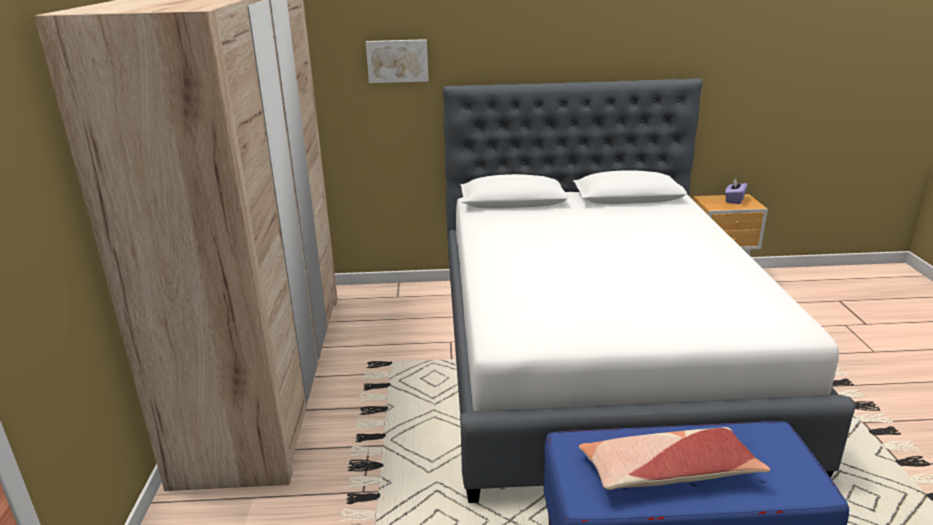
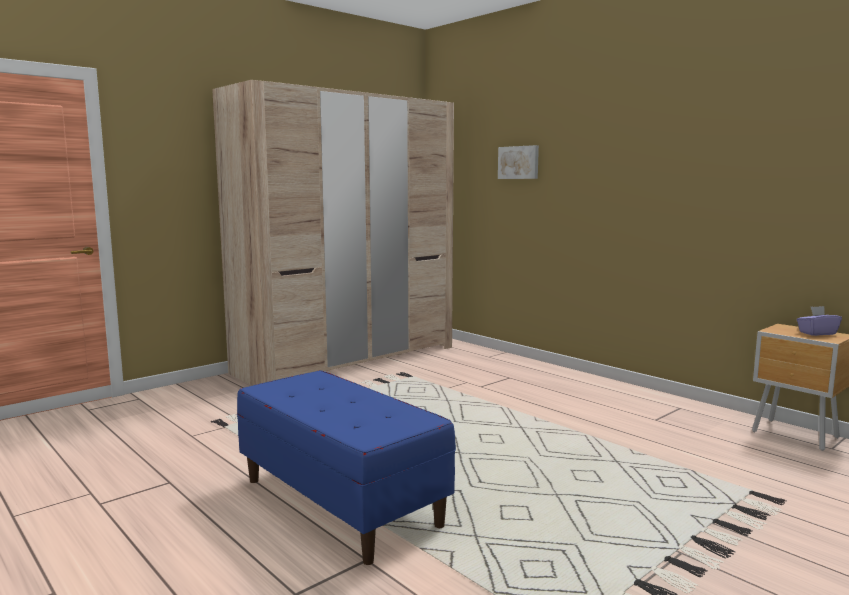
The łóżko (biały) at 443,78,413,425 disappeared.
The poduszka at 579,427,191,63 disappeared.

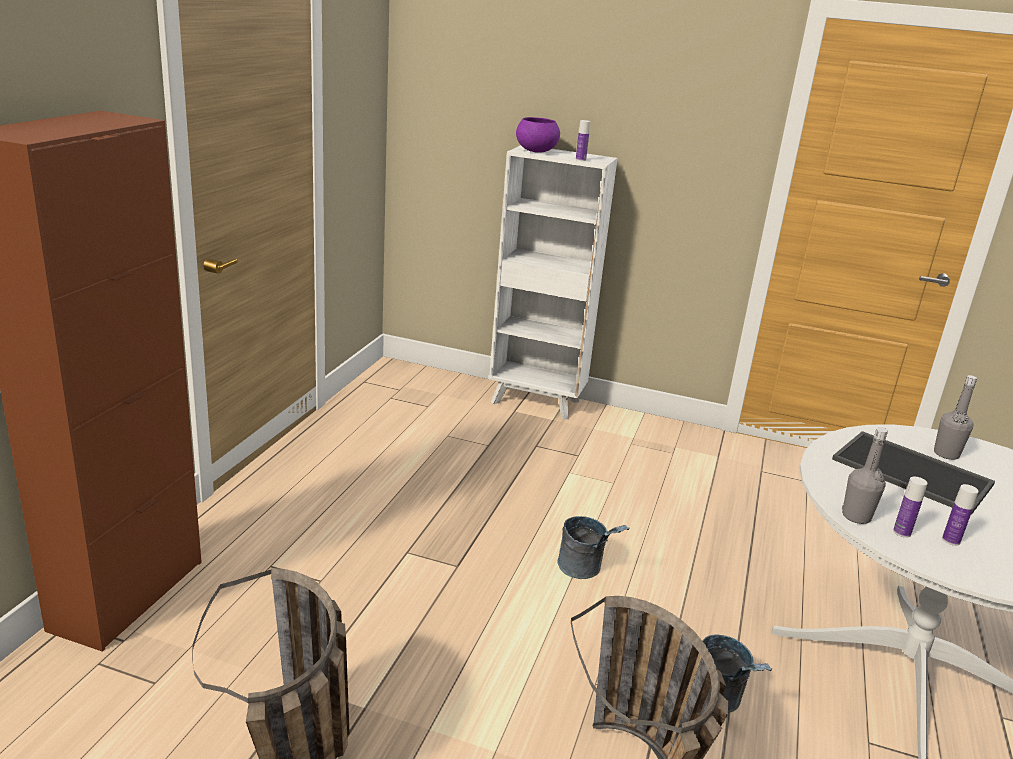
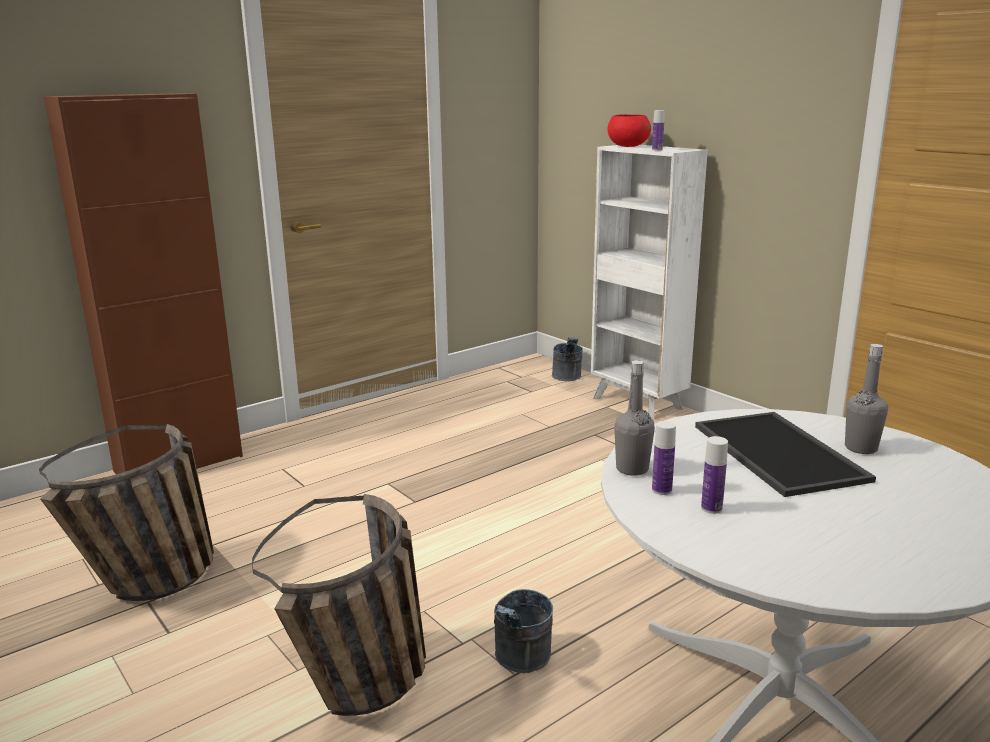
The miska (fioletowy) at 516,117,44,36 became the miska (czerwony) at 608,114,43,33.
The wiadro (szary) moved from 558,516,71,63 to 552,337,31,44.

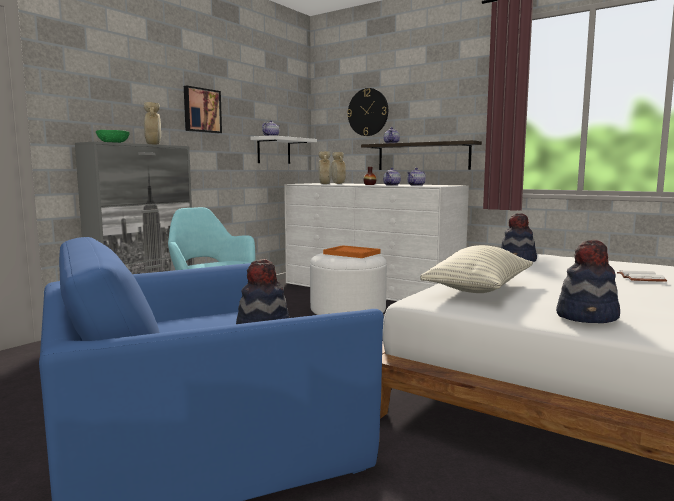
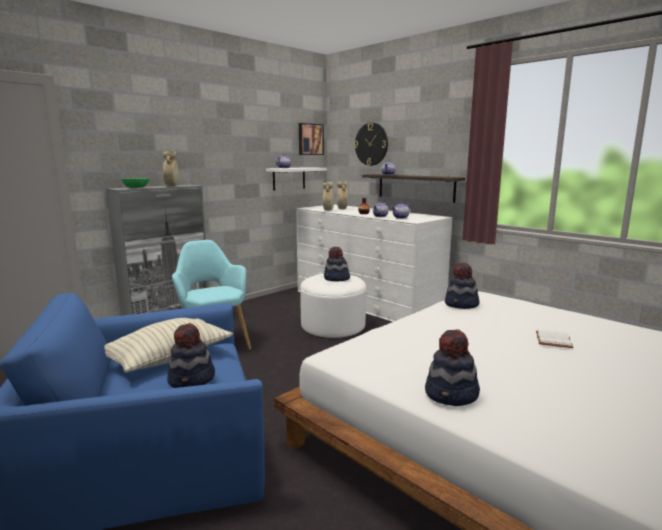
The obraz moved from 184,86,38,47 to 299,123,25,32.
The taca (pomarańczowy) at 323,245,58,13 was replaced by the kapelusz at 324,247,26,34.
The poduszka moved from 420,245,113,48 to 104,318,129,55.

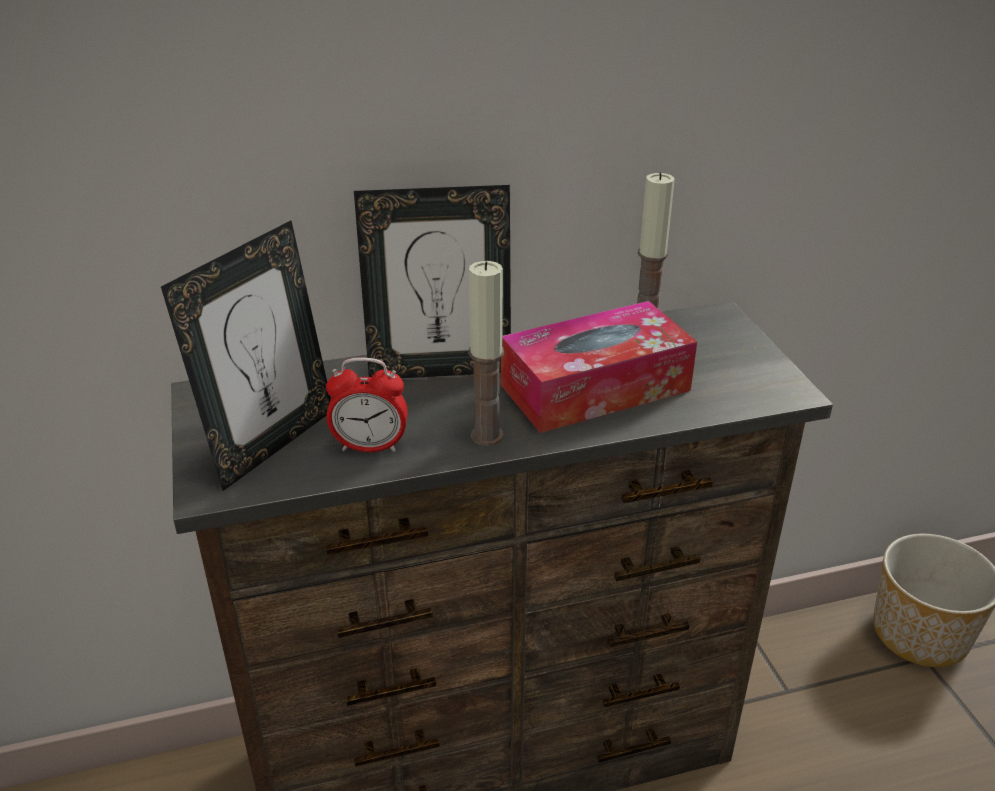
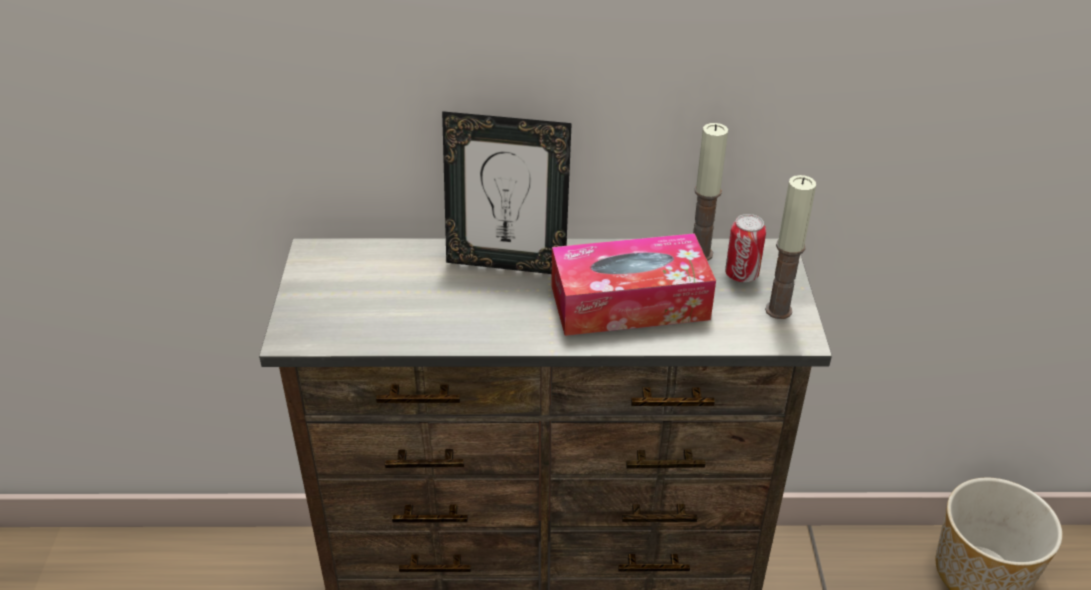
The ramka na zdjęcie at 161,220,170,271 disappeared.
The świeca moved from 469,261,35,185 to 765,175,51,144.
The budzik at 326,358,82,94 disappeared.
The puszka at 725,214,41,68 appeared.

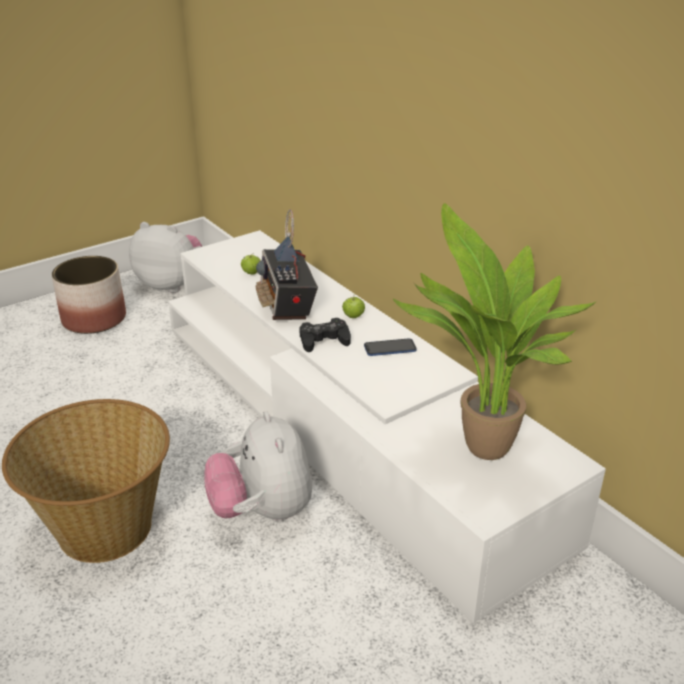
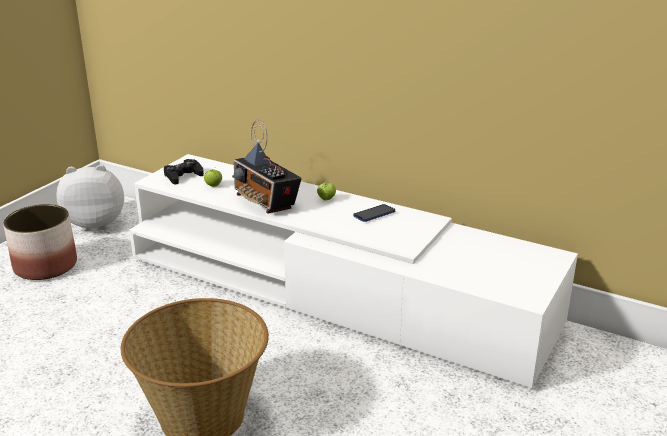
The roślina doniczkowa at 393,203,205,257 disappeared.
The pad do gier (czarny) moved from 299,318,52,34 to 164,159,40,26.
The pluszak at 204,411,108,110 disappeared.

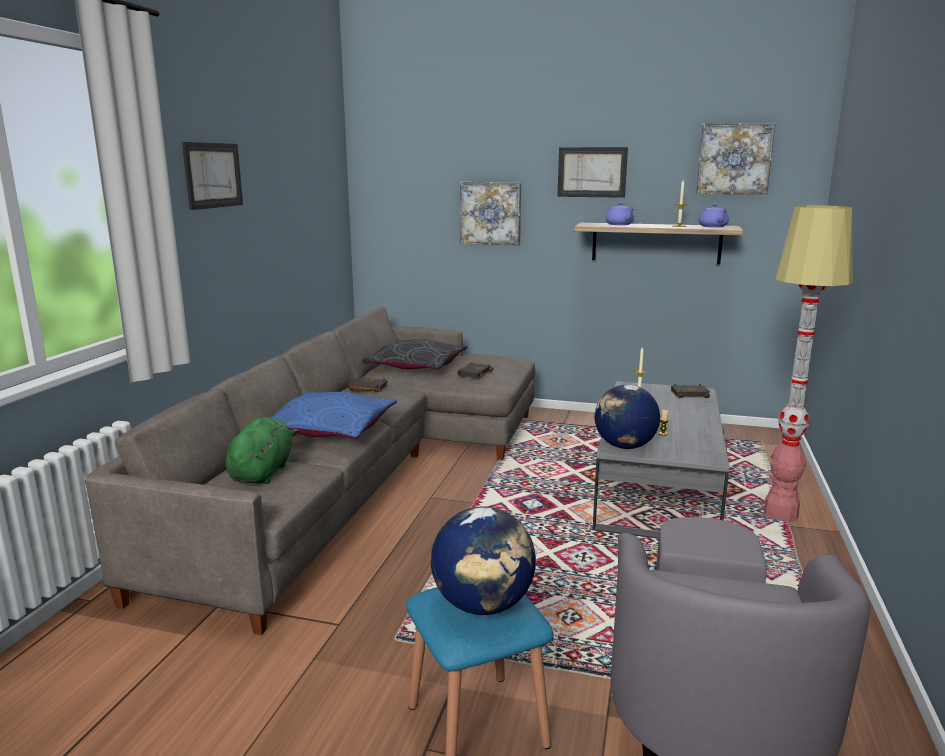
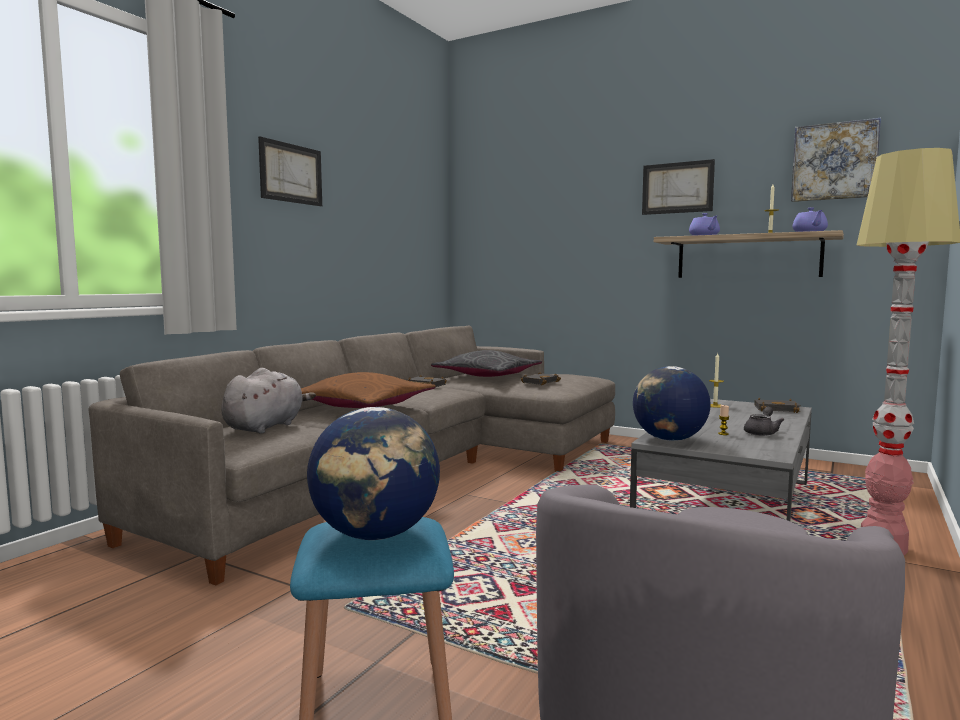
The obraz at 460,182,61,64 disappeared.
The poduszka (niebieski) at 270,392,127,47 became the poduszka (brązowy) at 301,372,135,36.
The pluszak (zielony) at 225,417,73,67 became the pluszak (szary) at 221,368,95,66.
The imbryk (szary) at 744,407,40,29 appeared.

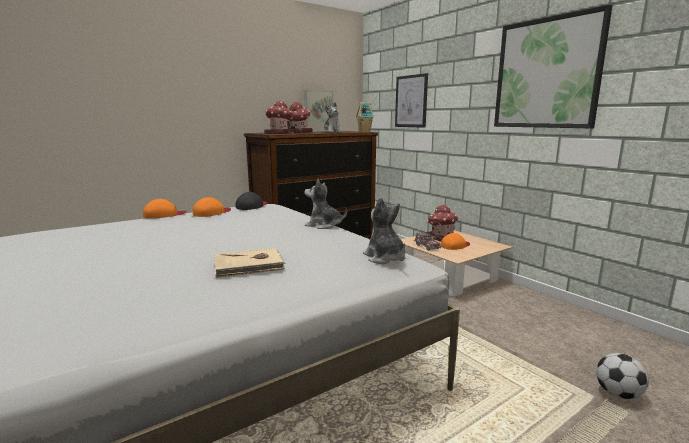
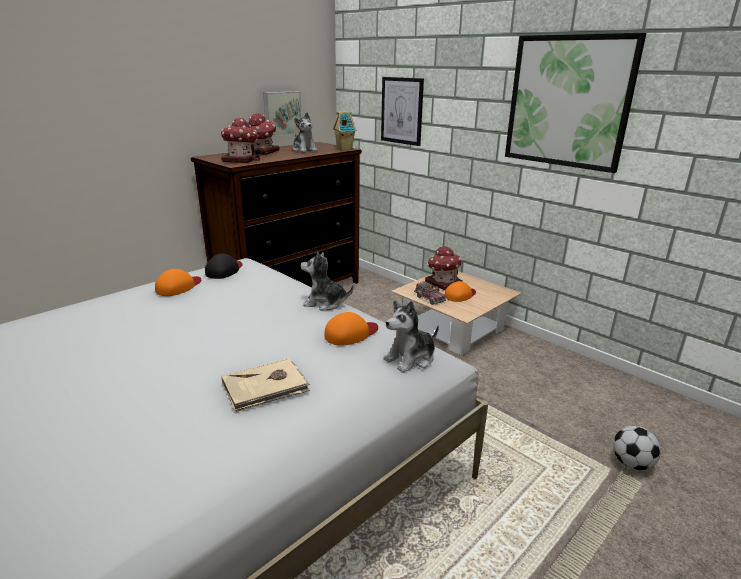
The pluszak at 363,197,43,67 turned 90 degrees counterclockwise.
The czapka z daszkiem (pomarańczowy) moved from 143,199,44,19 to 324,312,54,34.

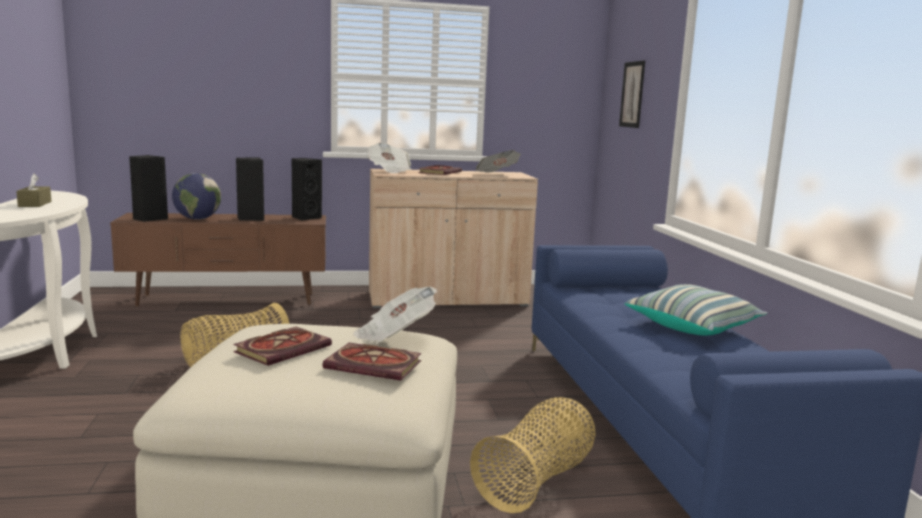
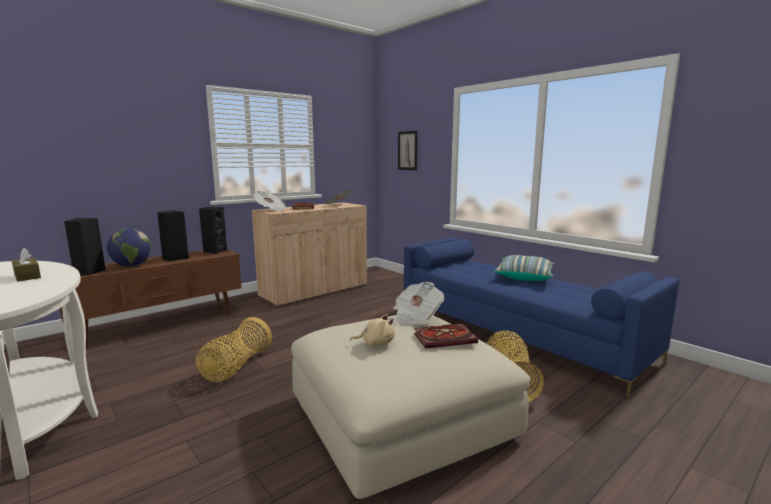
The książka at 233,327,99,39 was replaced by the pluszak (beżowy) at 350,314,45,32.

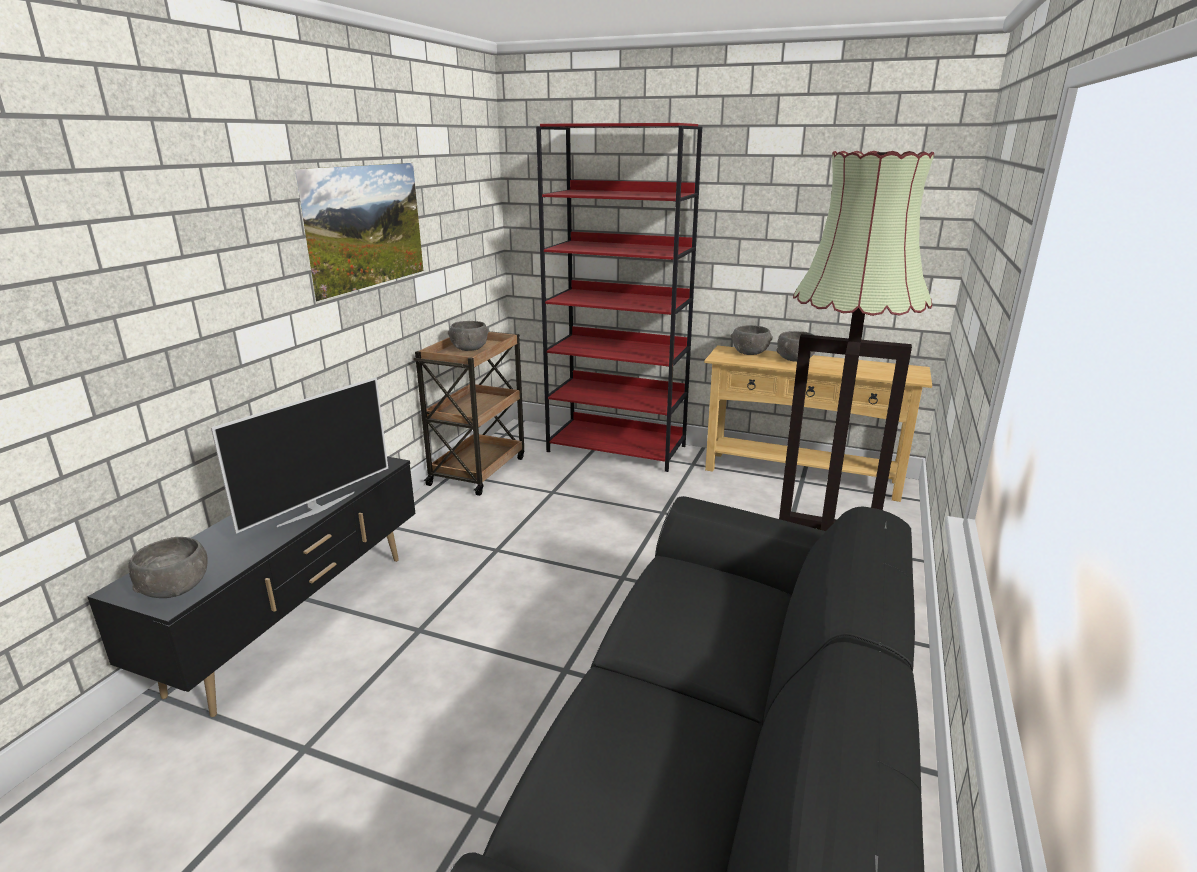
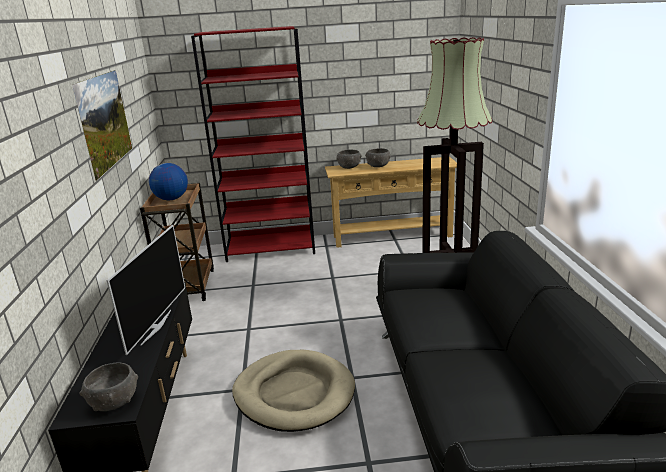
The miska (szary) at 448,321,41,30 was replaced by the globus at 149,163,39,37.
The legowisko (beżowy) at 232,350,123,82 appeared.

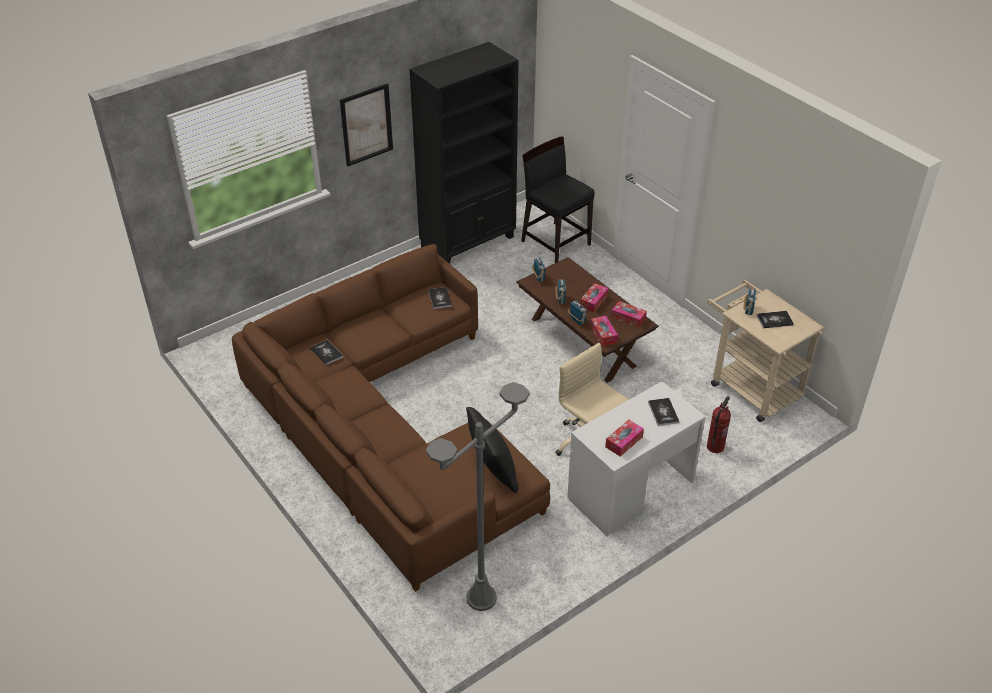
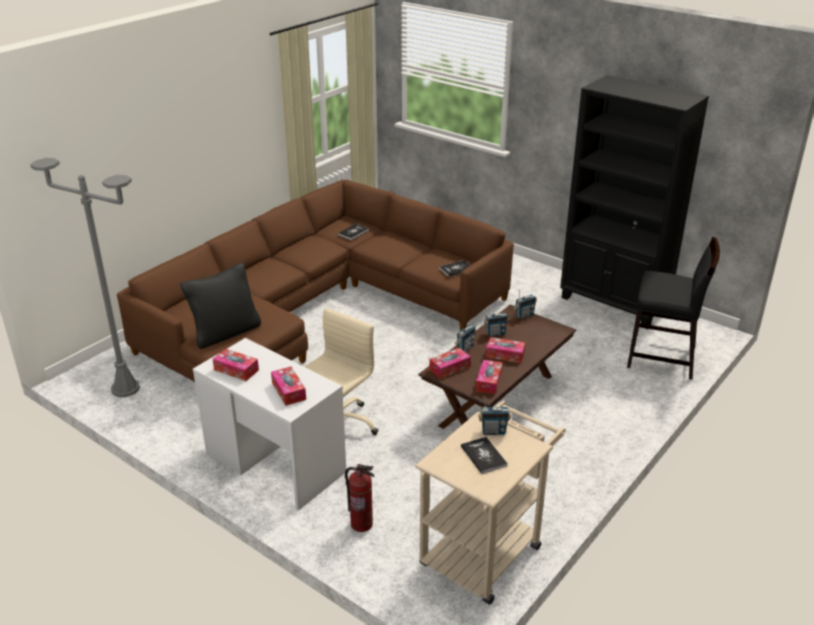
The obraz at 340,83,53,84 disappeared.
The krzesło (czarny) at 521,136,74,127 turned 75 degrees clockwise.
The książka at 648,398,31,28 was replaced by the pudełko chusteczek at 271,367,35,39.

